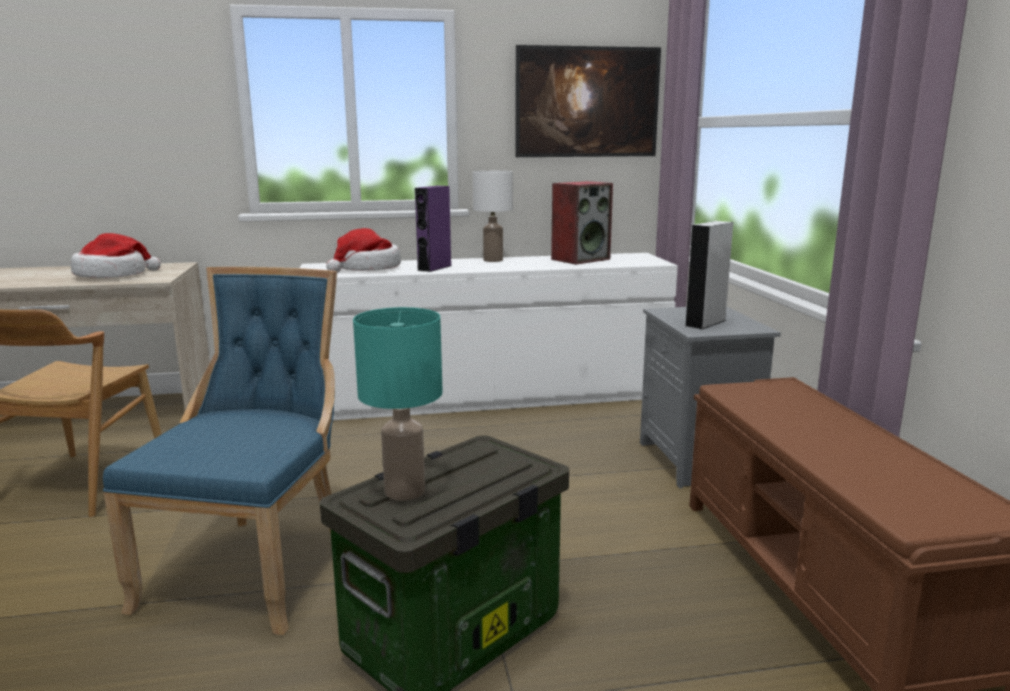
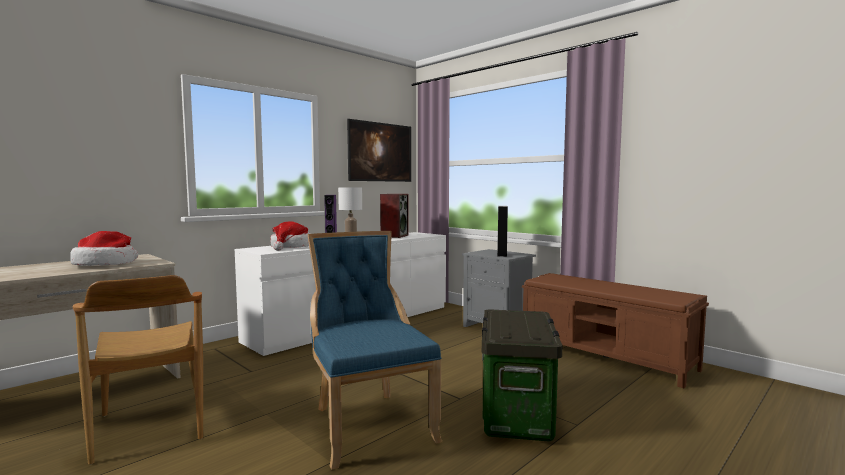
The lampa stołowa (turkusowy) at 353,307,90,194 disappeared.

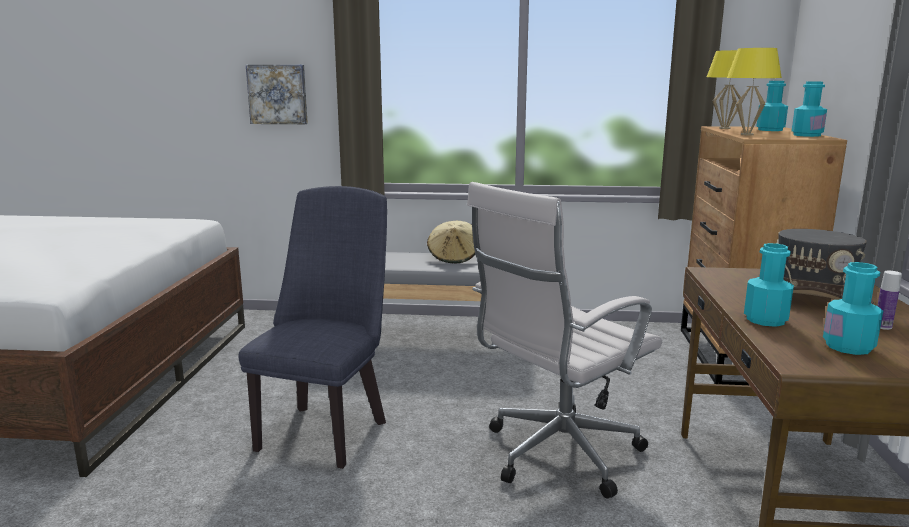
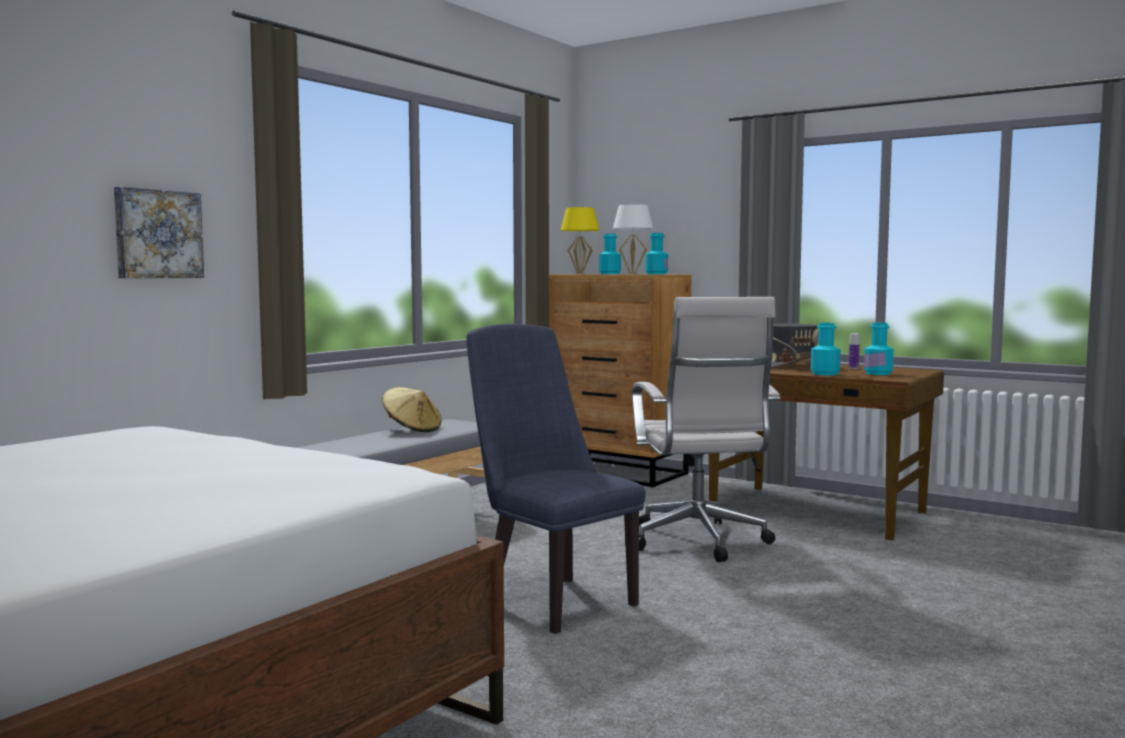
The lampa stołowa (żółty) at 727,48,55,87 became the lampa stołowa (biały) at 613,204,40,70.

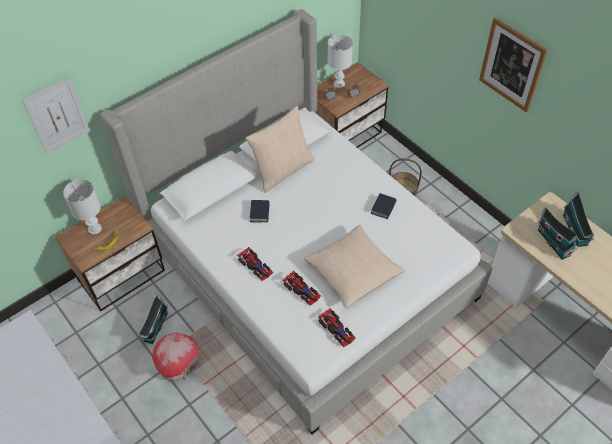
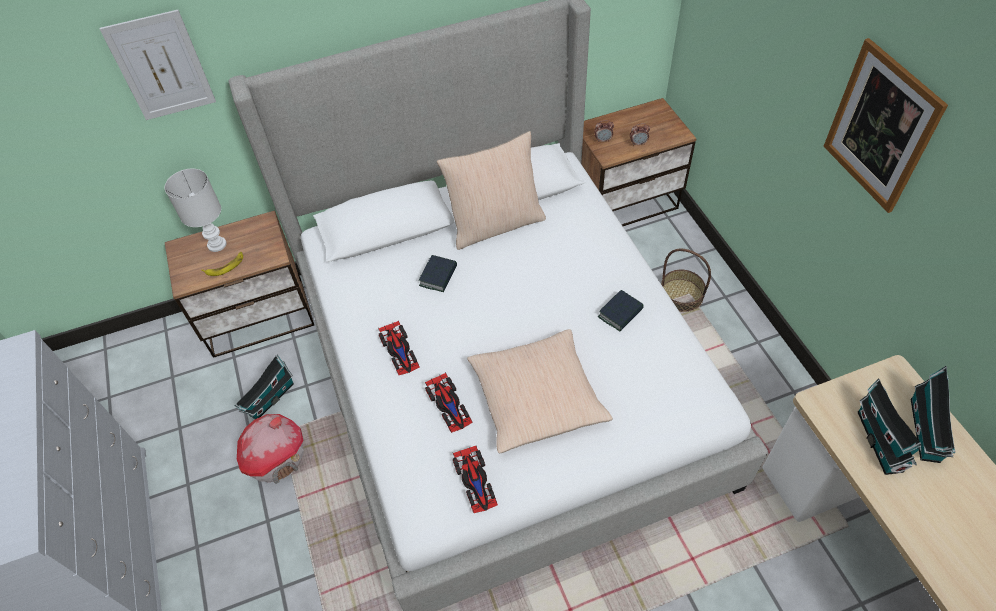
The lampa stołowa (biały) at 328,35,25,53 disappeared.

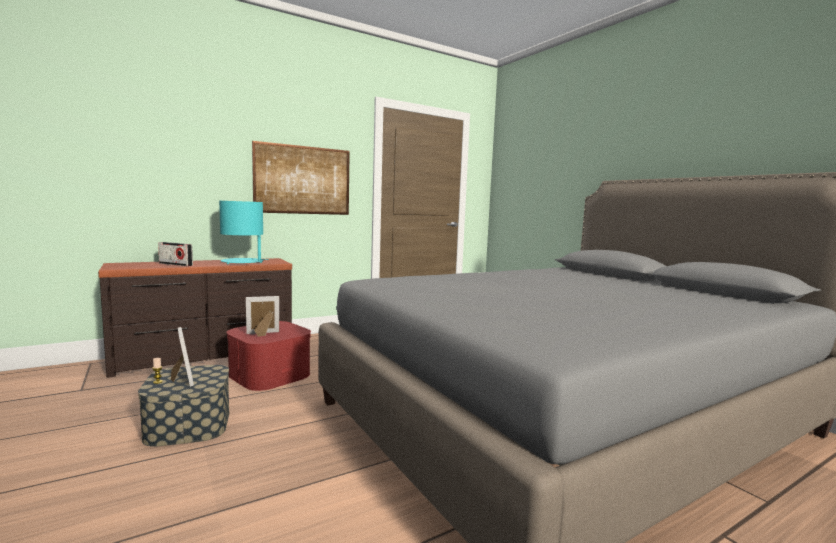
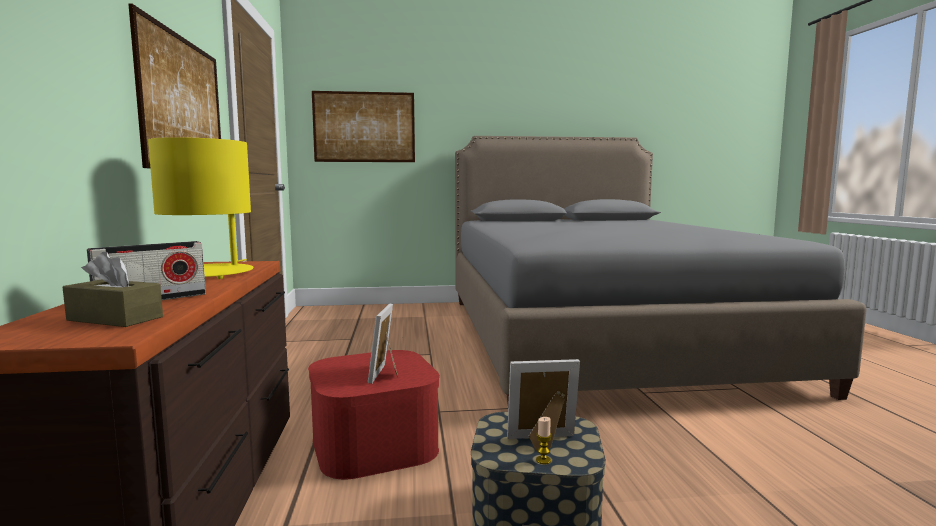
The lampa stołowa (turkusowy) at 219,201,49,63 became the lampa stołowa (żółty) at 148,137,106,142.
The obraz at 312,91,103,71 appeared.
The pudełko chusteczek (brązowy) at 63,251,100,76 appeared.

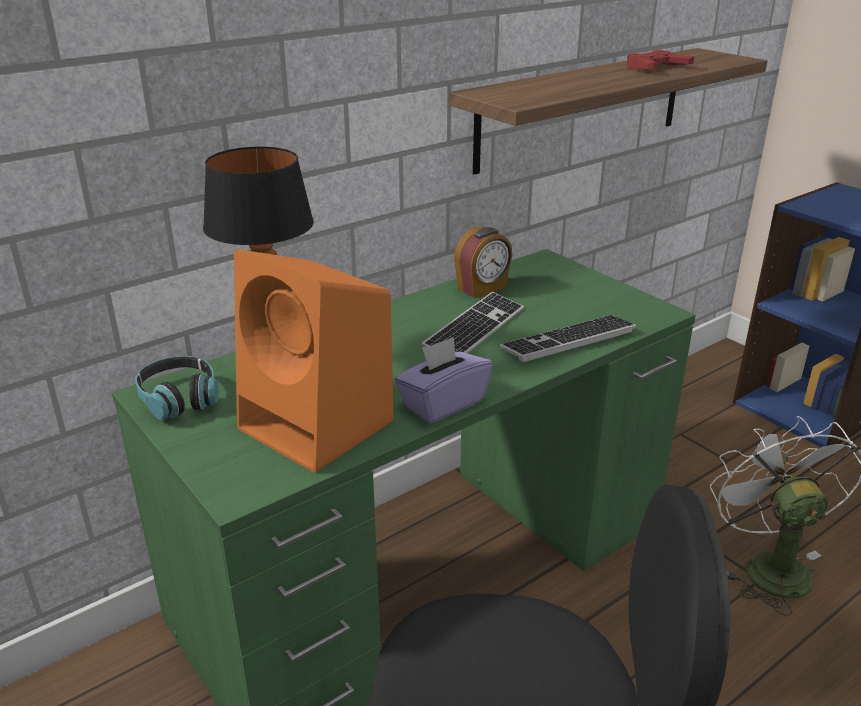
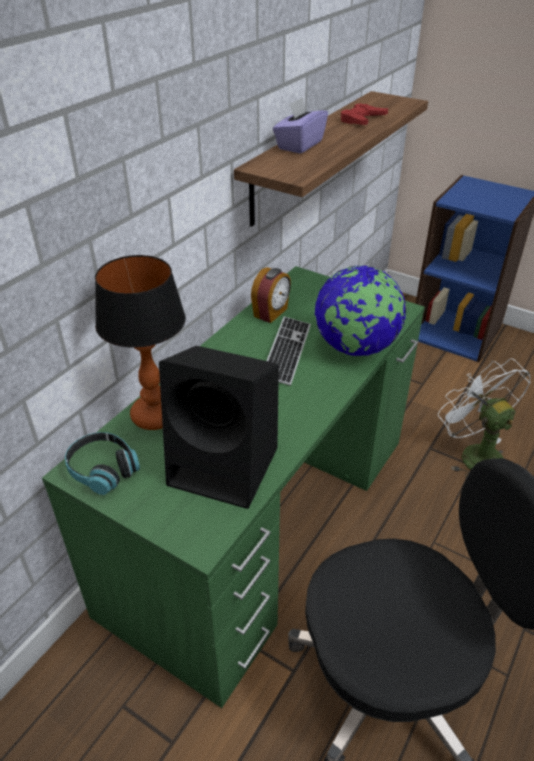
The głośnik (pomarańczowy) at 234,249,160,224 became the głośnik (czarny) at 159,346,120,163.
The klawiatura at 500,315,137,47 was replaced by the globus at 315,265,91,91.
The pudełko chusteczek (fioletowy) moved from 394,337,99,86 to 273,97,55,57.

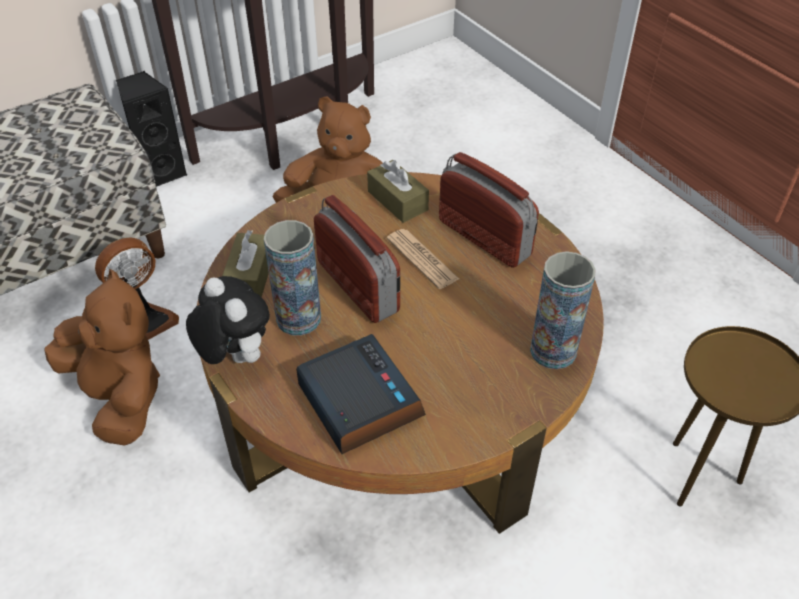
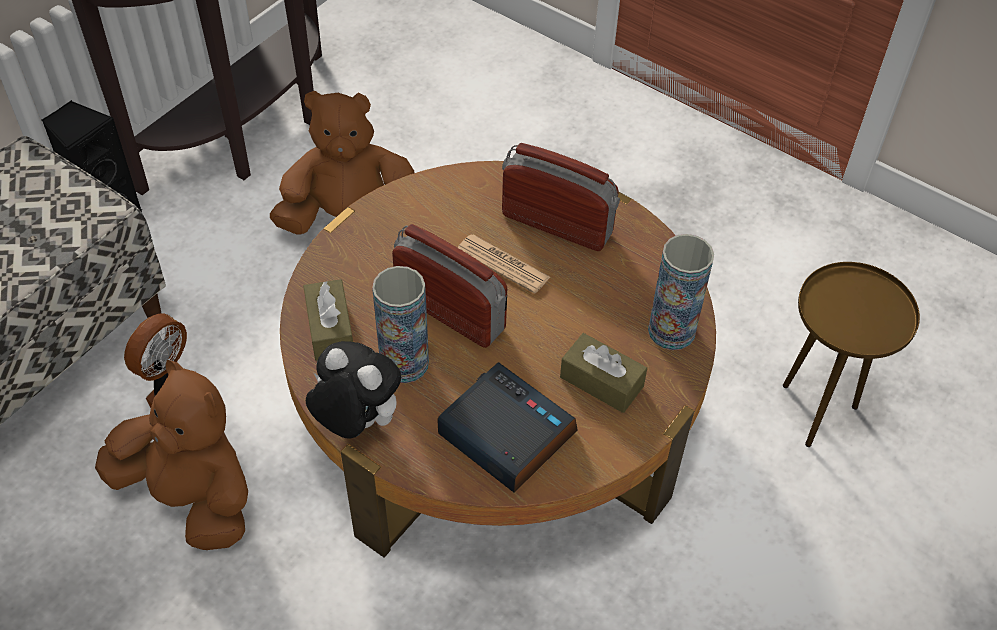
The pudełko chusteczek (brązowy) moved from 367,160,62,63 to 560,333,87,80.

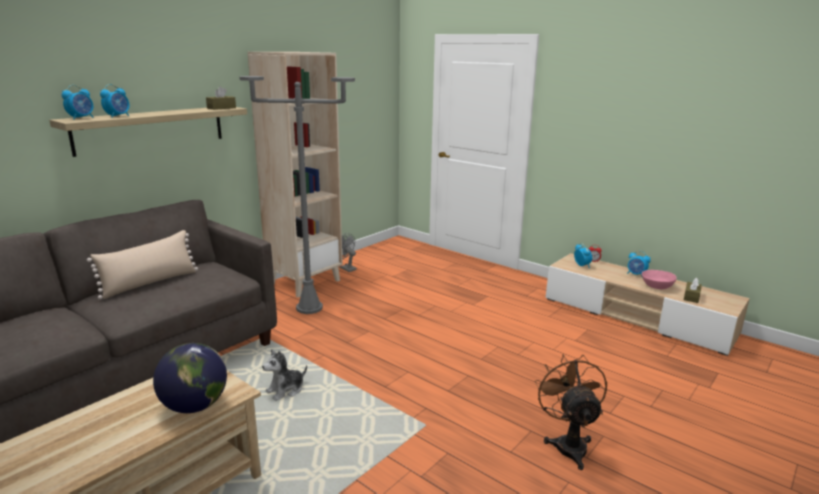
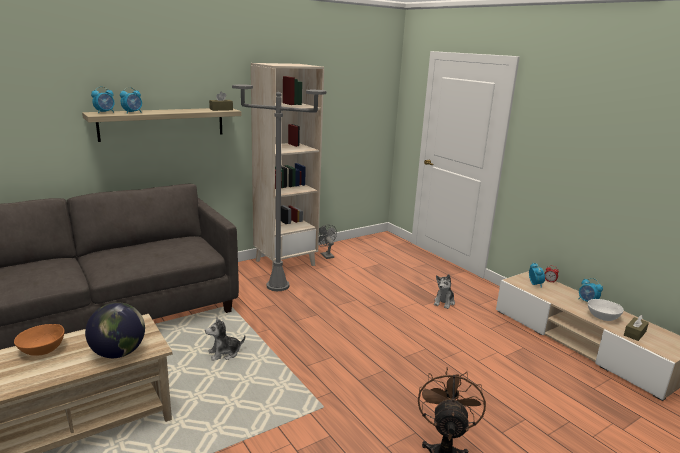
The poduszka (beżowy) at 87,230,111,69 disappeared.
The miska (różowy) at 642,270,35,19 became the miska (biały) at 587,299,37,22.
The pluszak at 434,274,21,35 appeared.
The miska (pomarańczowy) at 14,324,50,32 appeared.

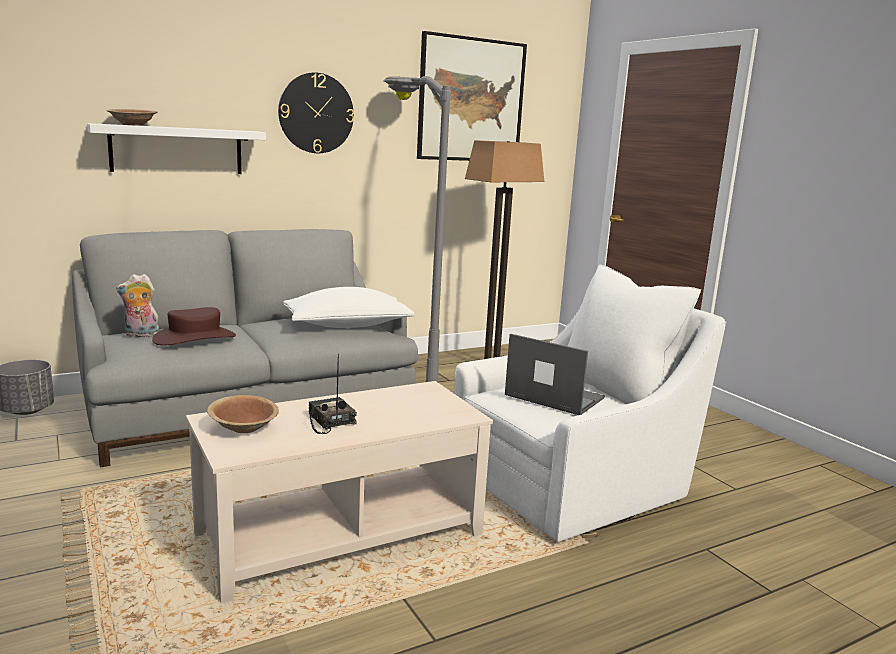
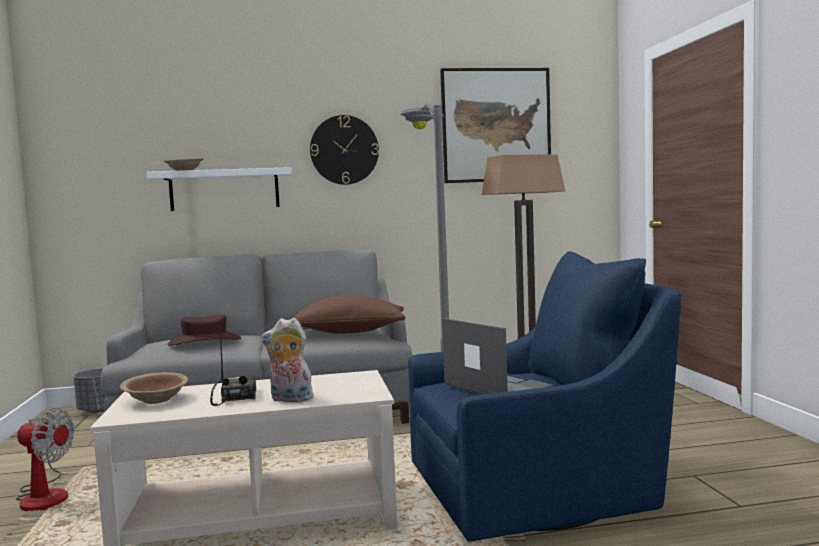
The fotel (biały) at 454,264,272,278 became the fotel (niebieski) at 408,251,274,291.
The pluszak moved from 116,274,43,63 to 261,318,52,84.
The poduszka (biały) at 283,287,131,41 became the poduszka (brązowy) at 291,295,114,39.
The wentylator at 16,408,58,103 appeared.

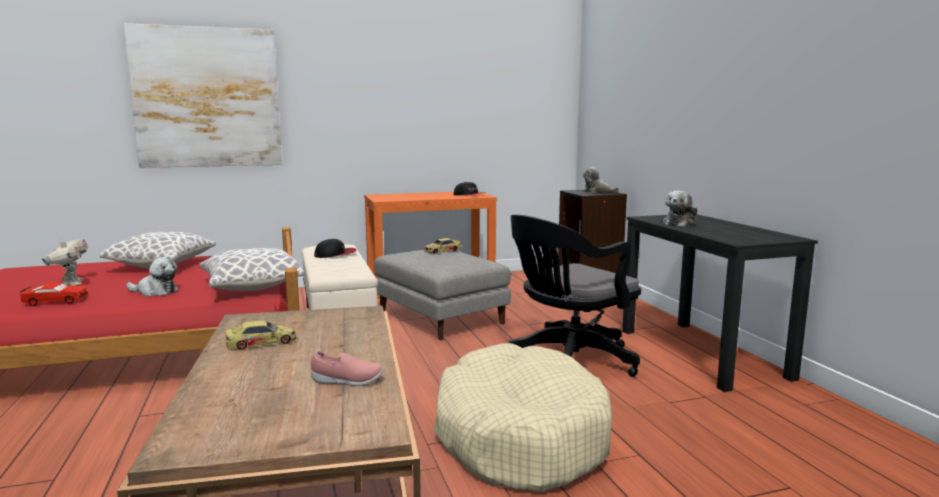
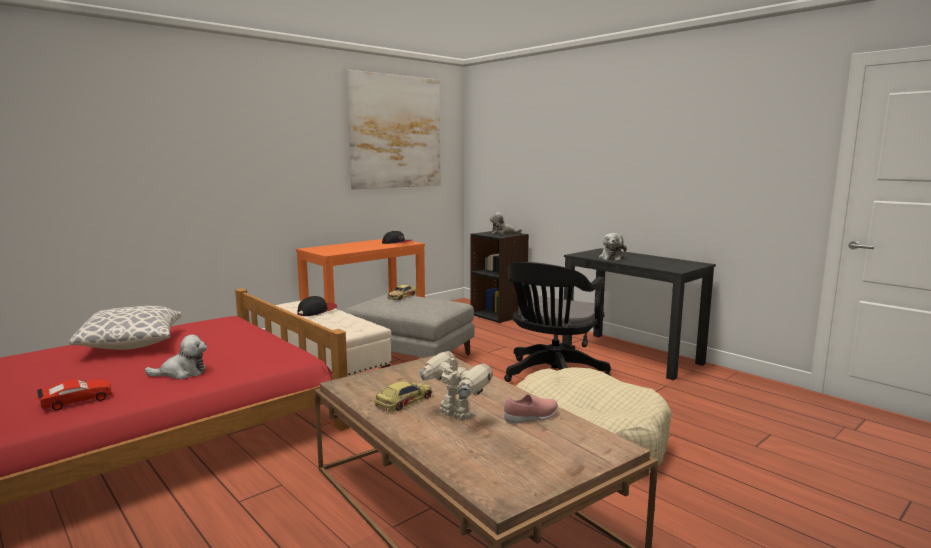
The obraz moved from 124,23,158,145 to 346,70,94,119.
The robot zabawkowy moved from 42,238,46,48 to 418,351,75,70.
The poduszka at 200,248,105,43 disappeared.

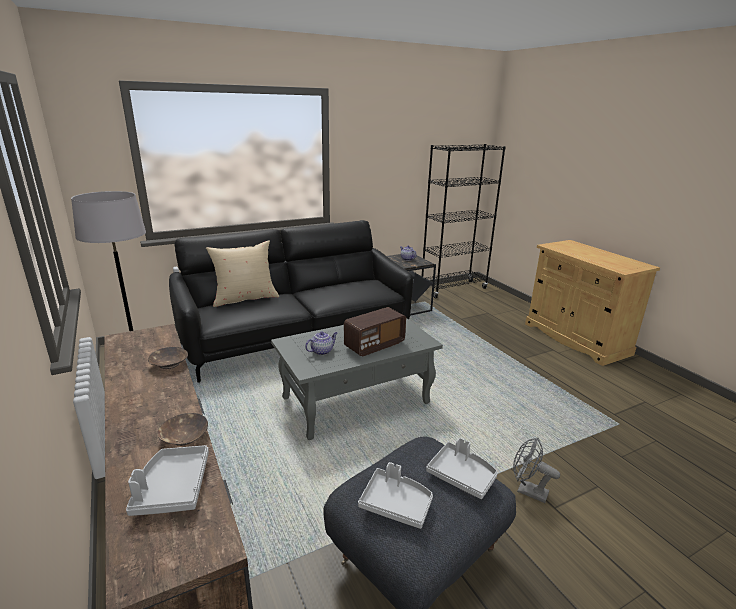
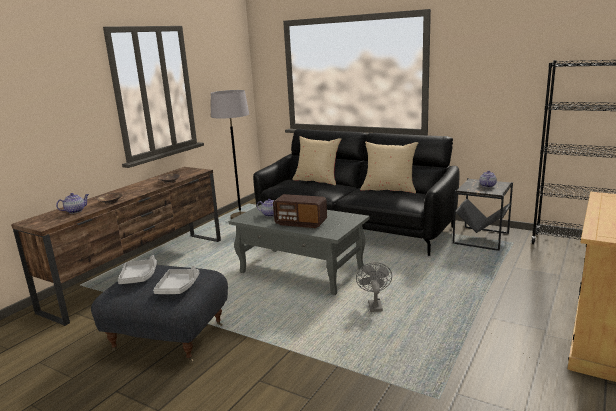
The wentylator (szary) moved from 513,438,47,65 to 356,263,36,49.
The taca (szary) at 126,445,83,71 was replaced by the imbryk at 56,193,33,21.
The poduszka (beżowy) at 360,142,58,51 appeared.

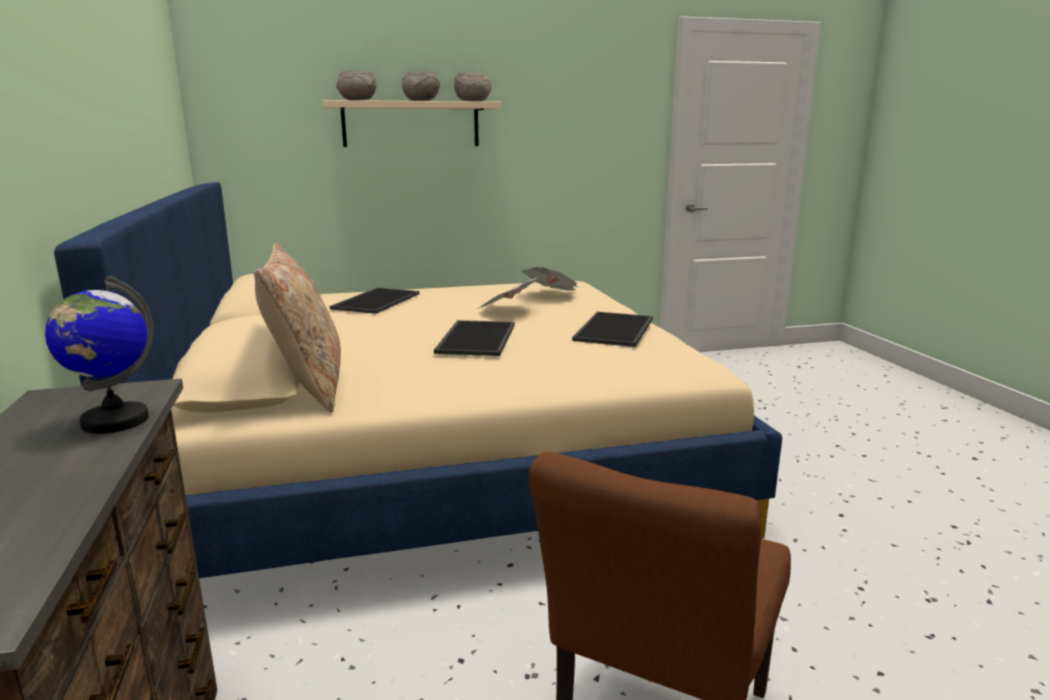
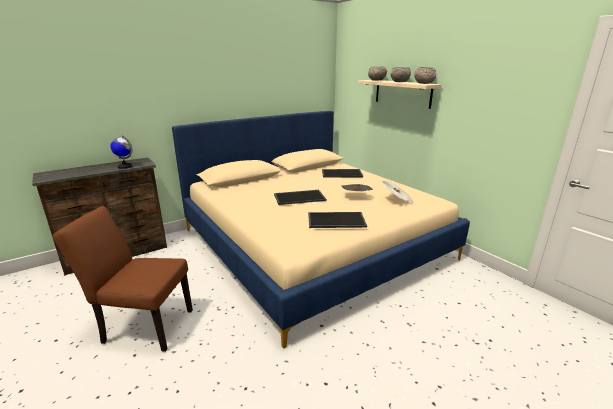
The poduszka (beżowy) at 254,243,87,170 disappeared.

